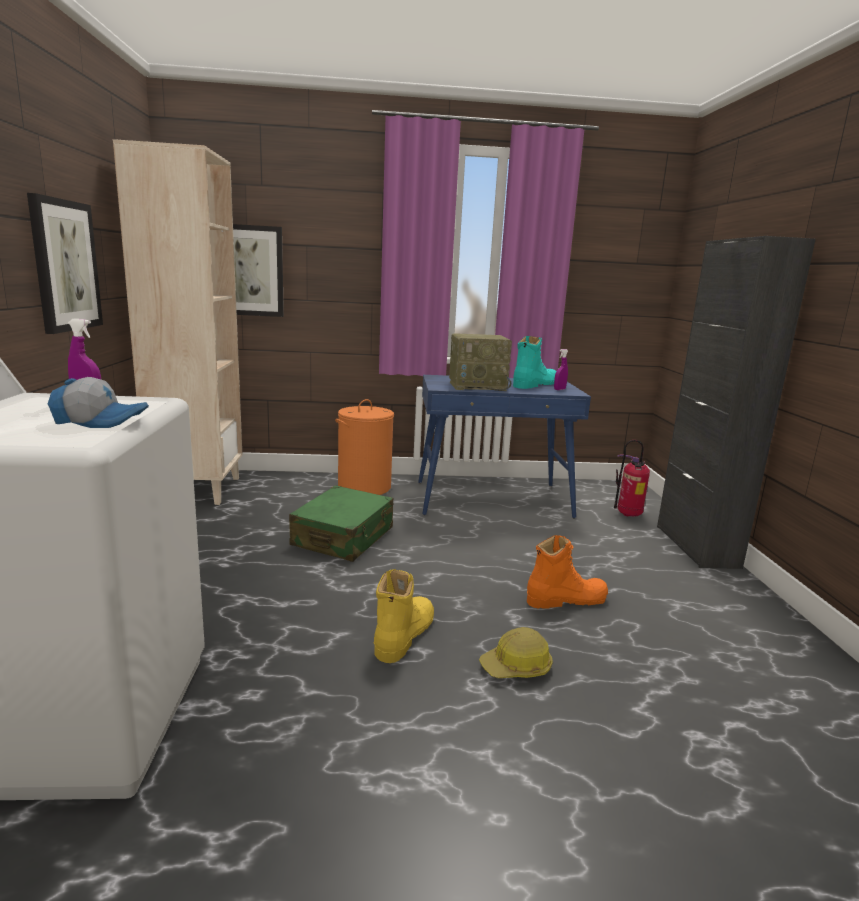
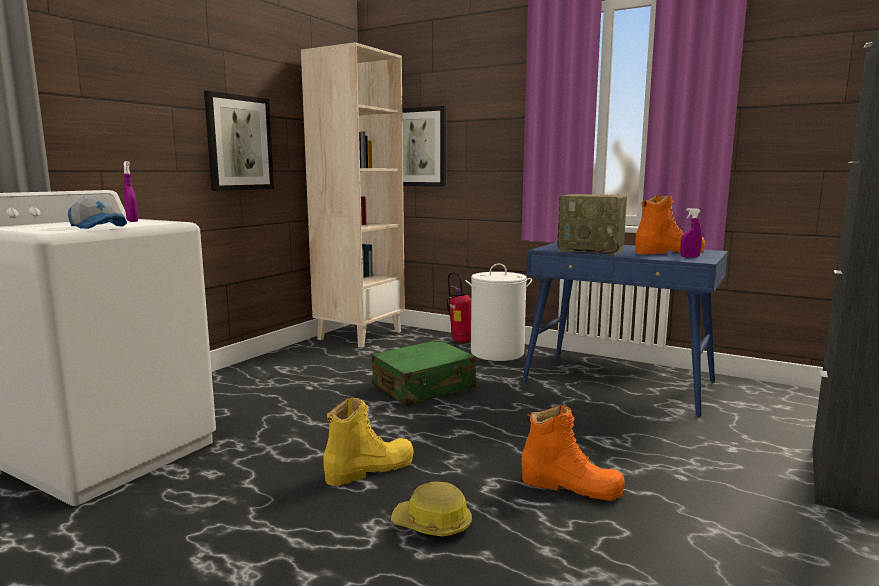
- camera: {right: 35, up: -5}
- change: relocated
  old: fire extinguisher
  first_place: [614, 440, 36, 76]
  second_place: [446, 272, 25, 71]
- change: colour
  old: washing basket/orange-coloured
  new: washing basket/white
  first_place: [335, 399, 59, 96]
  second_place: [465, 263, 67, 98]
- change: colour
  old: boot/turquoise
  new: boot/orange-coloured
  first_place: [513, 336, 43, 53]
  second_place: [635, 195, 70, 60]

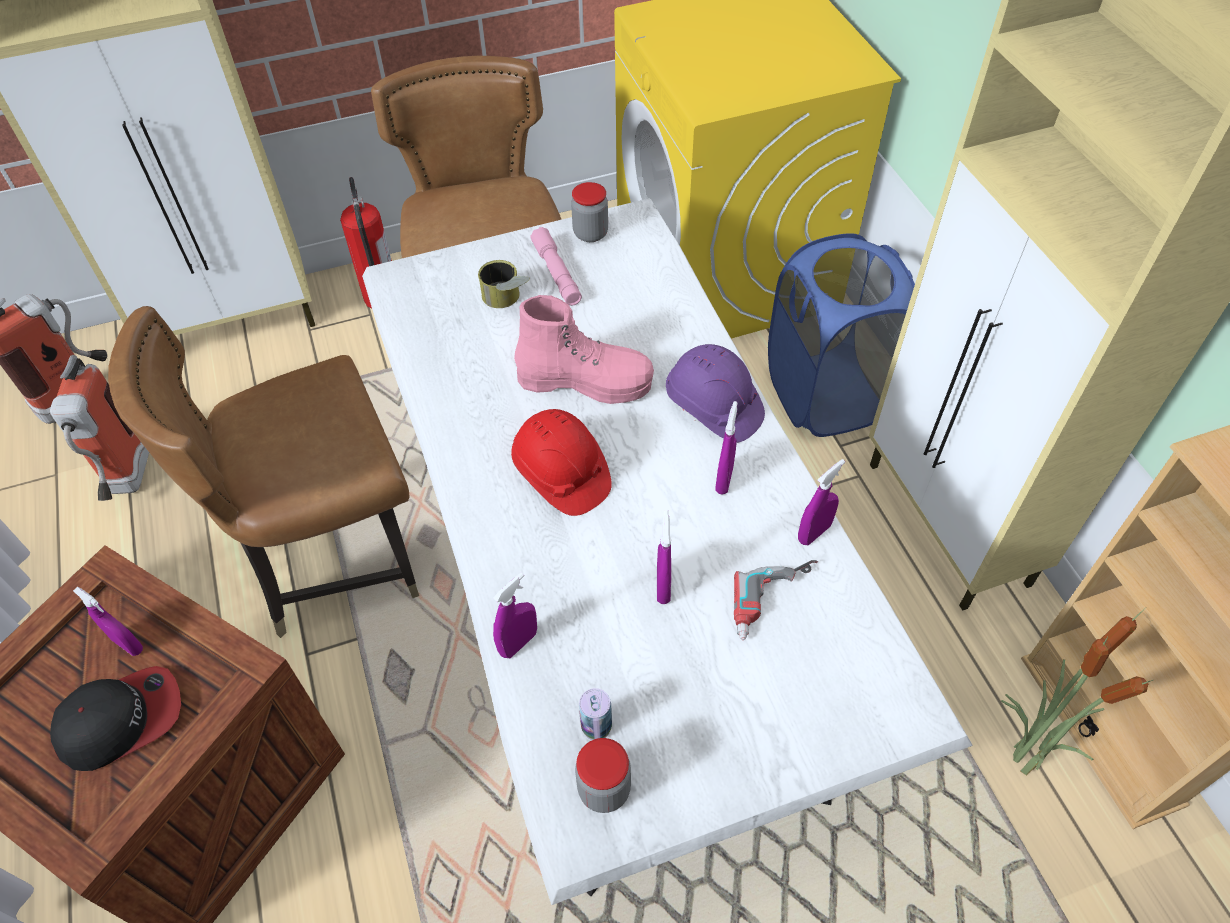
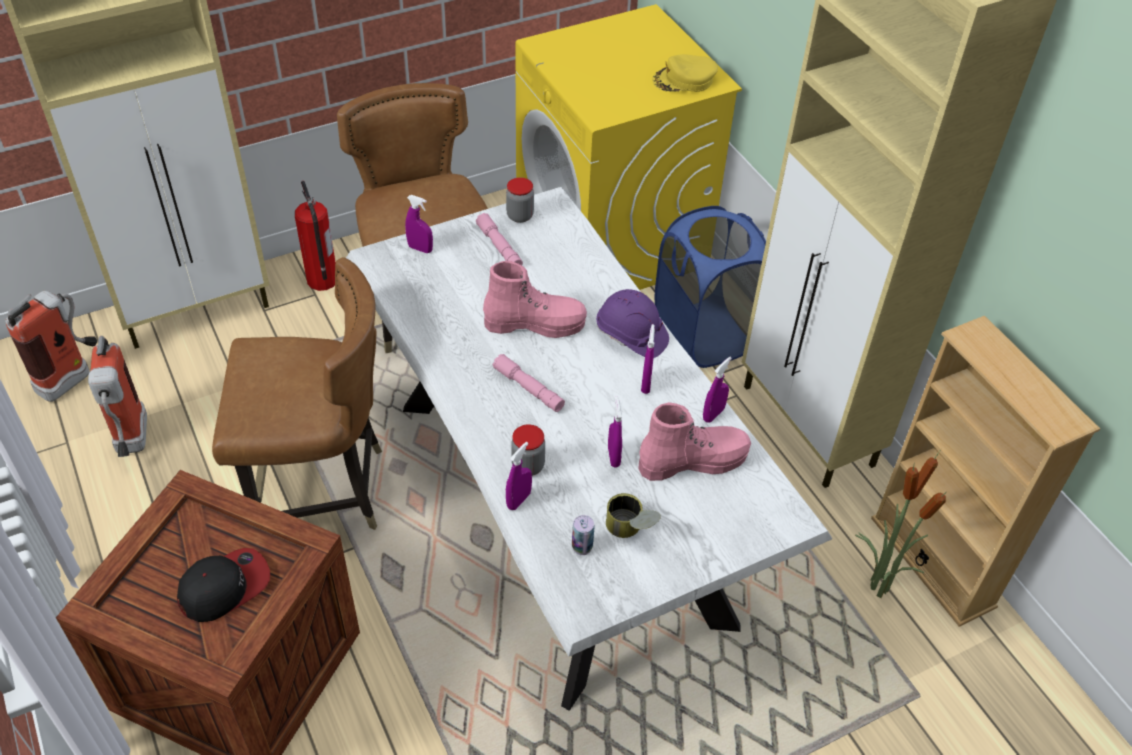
- camera: {right: -10, up: -5}
- change: spun
  old: plain chair/brown-coloured
  first_place: [108, 306, 311, 332]
  second_place: [212, 257, 170, 273]
  degrees: -150
- change: relocated
  old: sprayer/purple-coloured
  first_place: [73, 587, 70, 69]
  second_place: [405, 195, 28, 58]
- change: exchanged
  old: hard hat/reddish
  new: flashlight/pink-coloured
  first_place: [511, 409, 101, 107]
  second_place: [493, 354, 72, 58]
- change: relocated
  old: jar
  first_place: [575, 738, 56, 75]
  second_place: [511, 424, 34, 52]
- change: relocated
  old: sealed can
  first_place: [478, 260, 52, 48]
  second_place: [606, 493, 55, 45]
- change: exchanged
  old: drill
  new: boot/pink-coloured
  first_place: [734, 560, 84, 80]
  second_place: [639, 402, 112, 79]
- change: appeared
  new: baseball cap/yellowish
  second_place: [652, 54, 66, 38]

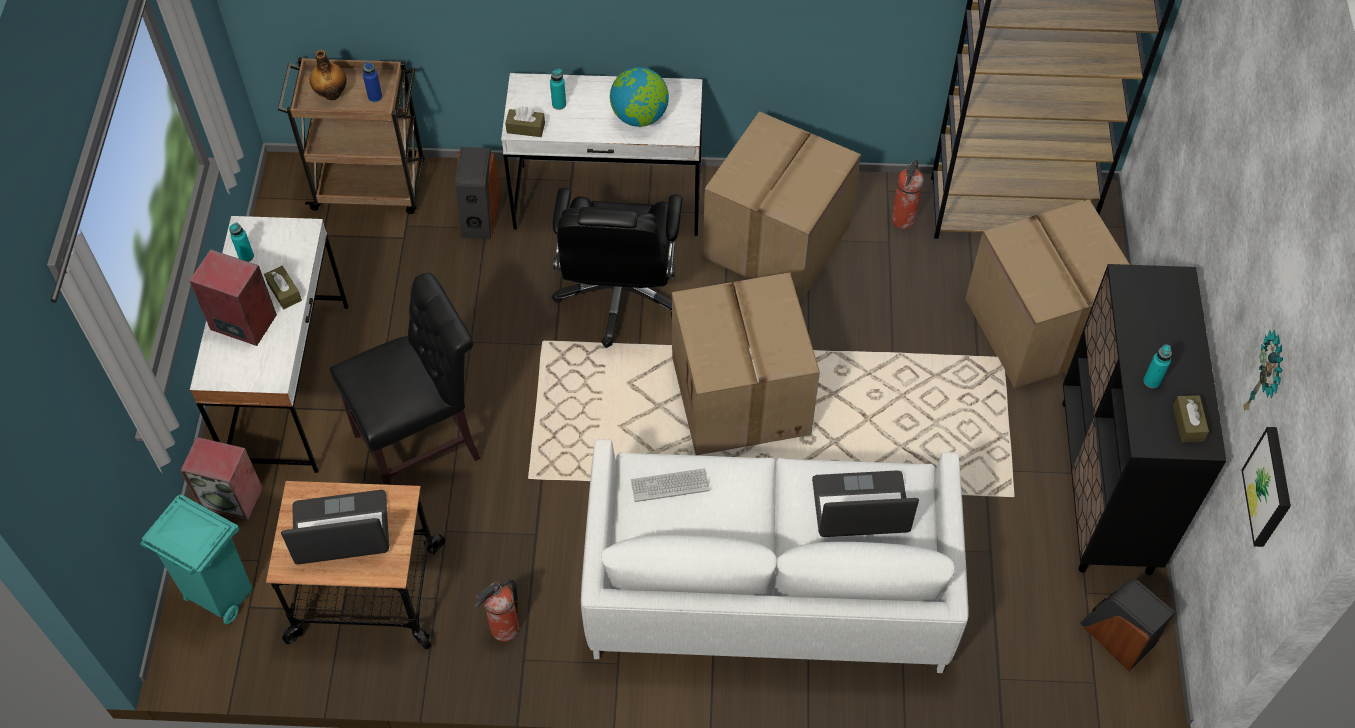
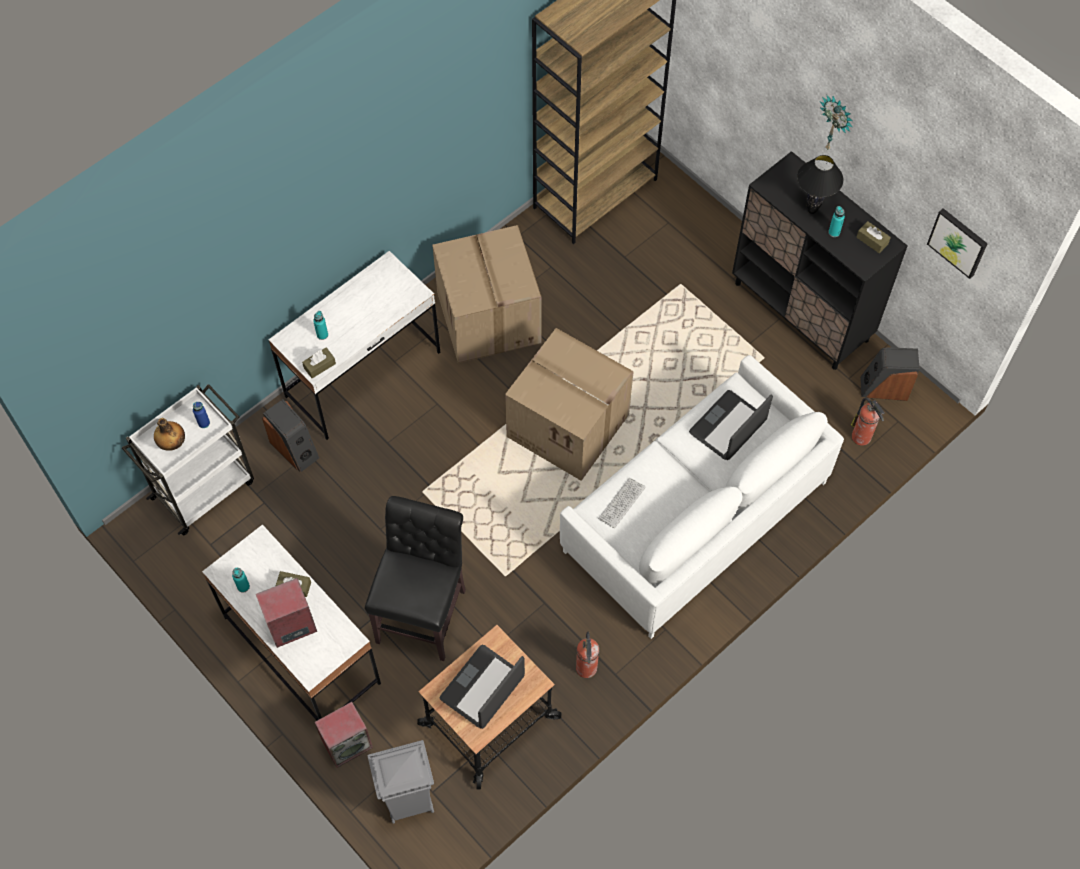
- camera: {right: -45, up: 5}
- change: colour
  old: wheeled cart/brown-coloured
  new: wheeled cart/white
  first_place: [278, 57, 147, 157]
  second_place: [122, 384, 132, 151]
- change: colour
  old: trash can/turquoise
  new: trash can/gray
  first_place: [141, 494, 112, 130]
  second_place: [367, 740, 67, 83]
- change: appeared
  new: tabletop lamp/black-coloured
  second_place: [797, 155, 46, 59]
- change: relocated
  old: hanging clock
  first_place: [1243, 330, 40, 81]
  second_place: [820, 95, 33, 55]
- change: relocated
  old: fire extinguisher
  first_place: [891, 160, 33, 69]
  second_place: [851, 397, 34, 49]
- change: missing
  old: office chair/black-coloured
  first_place: [552, 187, 131, 161]
- change: missing
  old: world globe
  first_place: [610, 67, 59, 60]
- change: missing
  old: carton
  first_place: [965, 200, 165, 188]

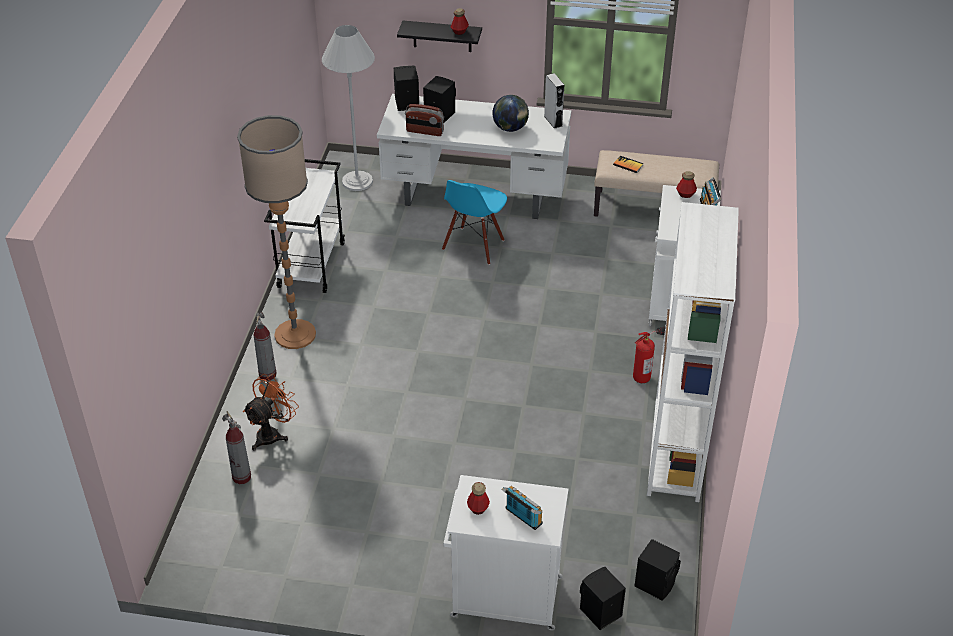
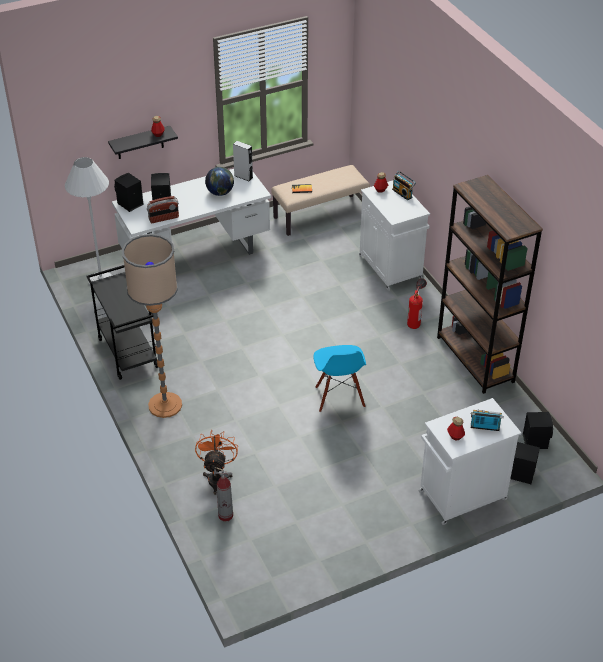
- camera: {right: -35, up: 0}
- change: colour
  old: wheeled cart/white
  new: wheeled cart/black-coloured
  first_place: [264, 159, 81, 134]
  second_place: [86, 265, 72, 115]
- change: relocated
  old: plain chair/bluish
  first_place: [442, 180, 65, 85]
  second_place: [314, 345, 52, 67]
- change: colour
  old: bookshelf/white
  new: bookshelf/brown-coloured
  first_place: [647, 202, 92, 300]
  second_place: [437, 175, 106, 219]
- change: missing
  old: fire extinguisher
  first_place: [254, 312, 22, 69]

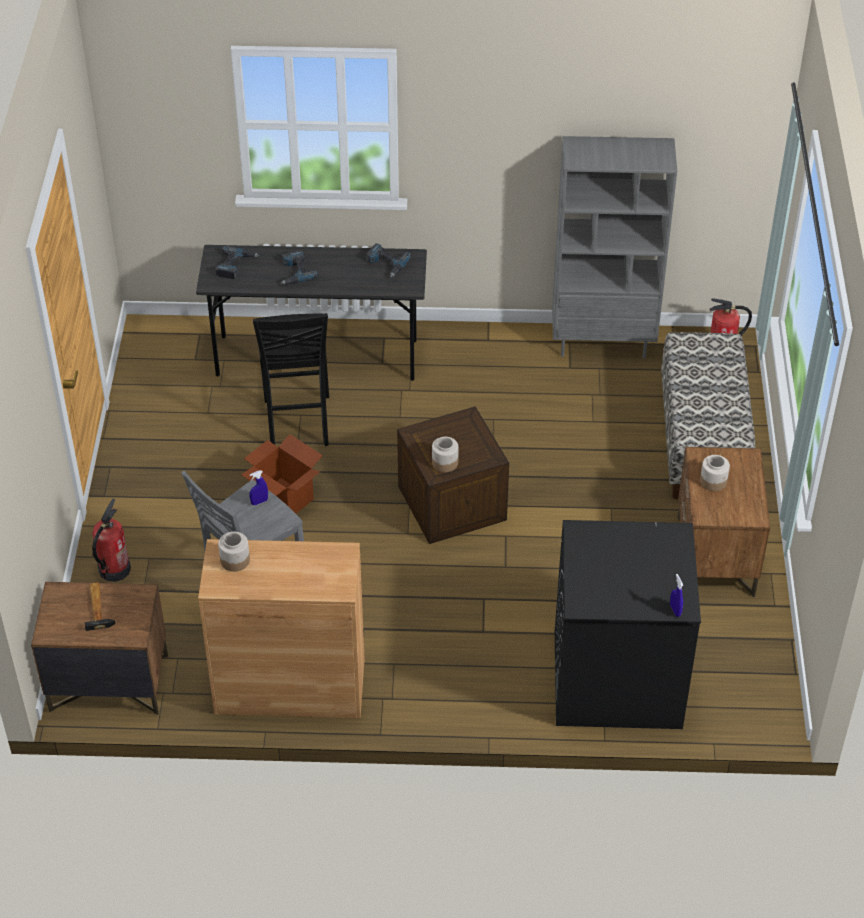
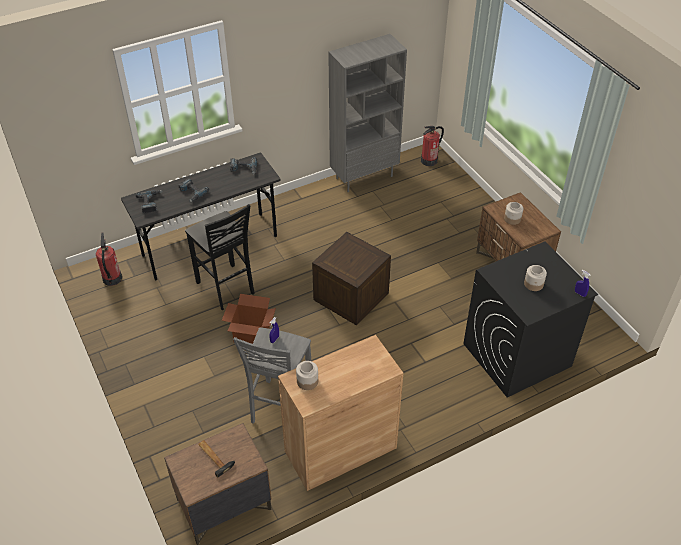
- camera: {right: -30, up: 0}
- change: relocated
  old: fire extinguisher
  first_place: [92, 499, 39, 83]
  second_place: [96, 232, 26, 54]
- change: relocated
  old: jar
  first_place: [432, 437, 27, 35]
  second_place: [524, 265, 23, 26]
- change: missing
  old: bench
  first_place: [661, 332, 94, 167]

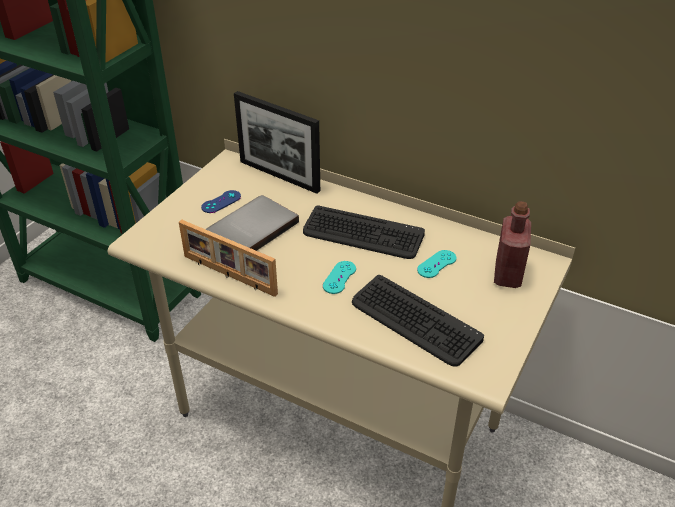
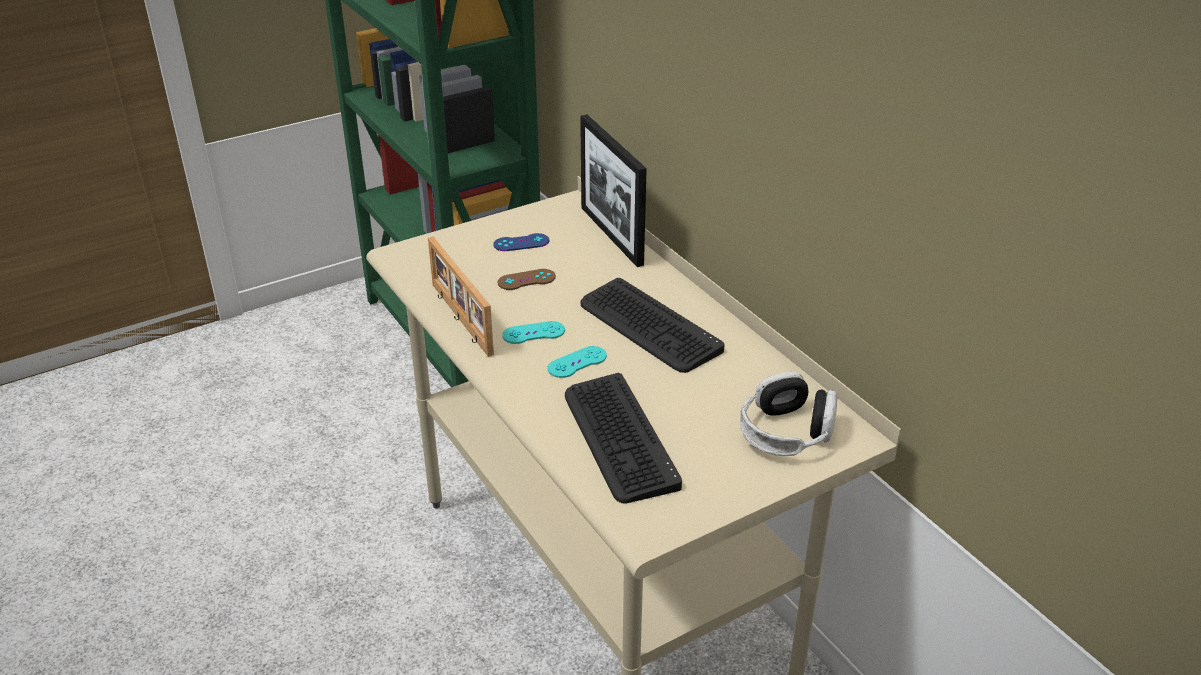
- camera: {right: 30, up: -5}
- change: exchanged
  old: volume/gray
  new: joypad/brown-coloured
  first_place: [206, 195, 93, 56]
  second_place: [497, 269, 59, 21]
- change: relocated
  old: joypad/turquoise
  first_place: [417, 250, 39, 28]
  second_place: [502, 321, 63, 23]
- change: exchanged
  old: bottle/reddish
  new: pair of headphones
  first_place: [494, 201, 37, 87]
  second_place: [740, 372, 97, 84]

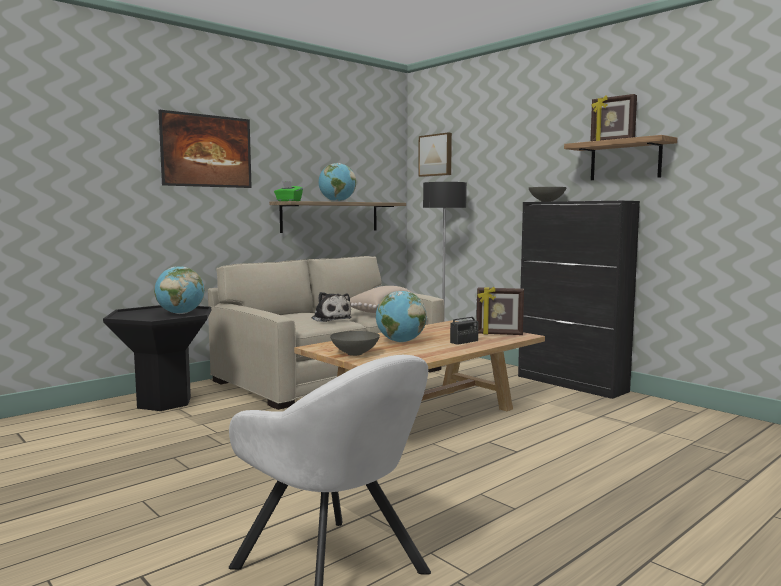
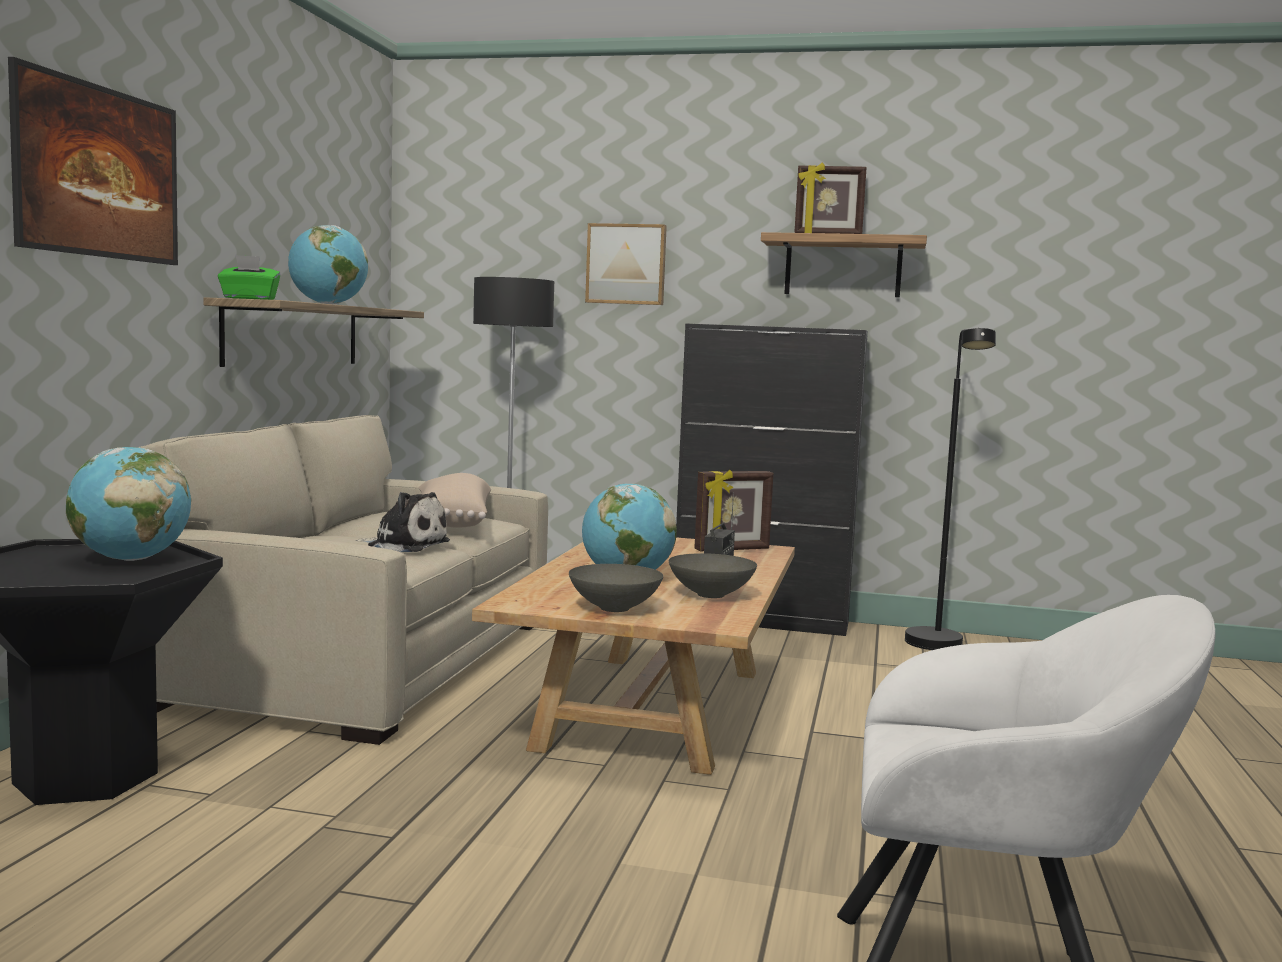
- camera: {right: -35, up: 0}
- change: relocated
  old: picture
  first_place: [418, 132, 34, 45]
  second_place: [585, 223, 82, 82]
- change: relocated
  old: bowl/gray
  first_place: [529, 187, 38, 15]
  second_place: [669, 553, 88, 45]
- change: appeared
  new: floor lamp/black-coloured
  second_place: [905, 328, 91, 322]

